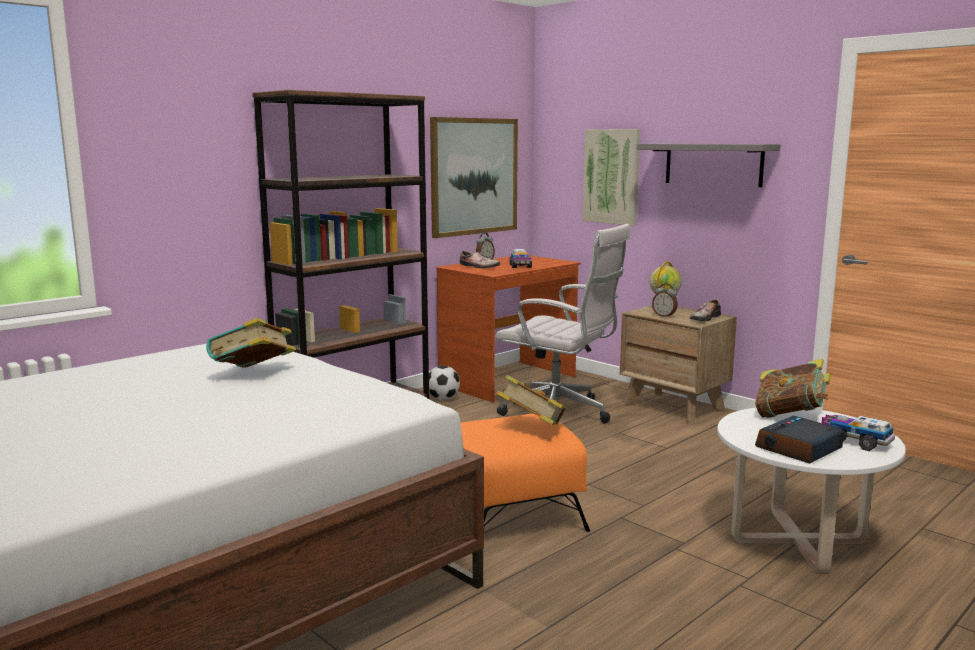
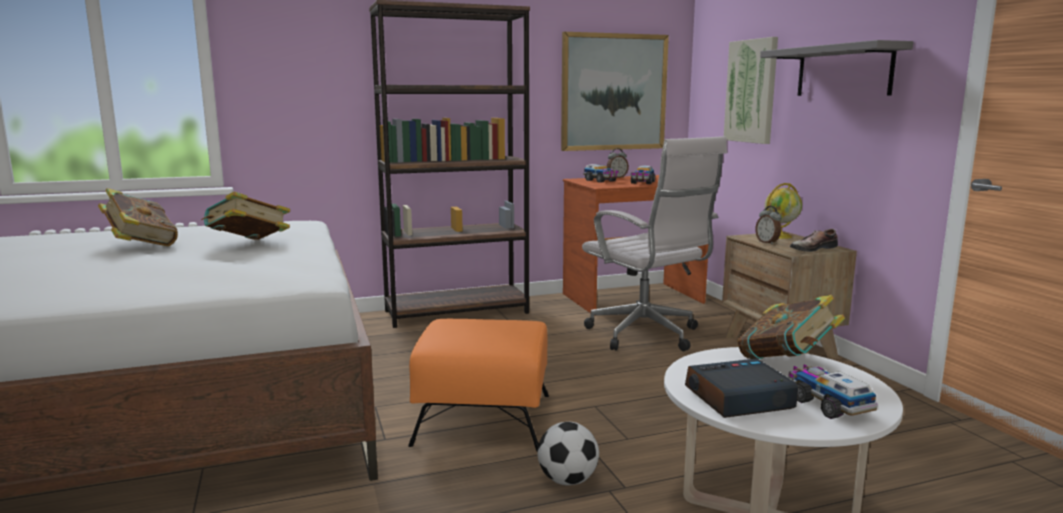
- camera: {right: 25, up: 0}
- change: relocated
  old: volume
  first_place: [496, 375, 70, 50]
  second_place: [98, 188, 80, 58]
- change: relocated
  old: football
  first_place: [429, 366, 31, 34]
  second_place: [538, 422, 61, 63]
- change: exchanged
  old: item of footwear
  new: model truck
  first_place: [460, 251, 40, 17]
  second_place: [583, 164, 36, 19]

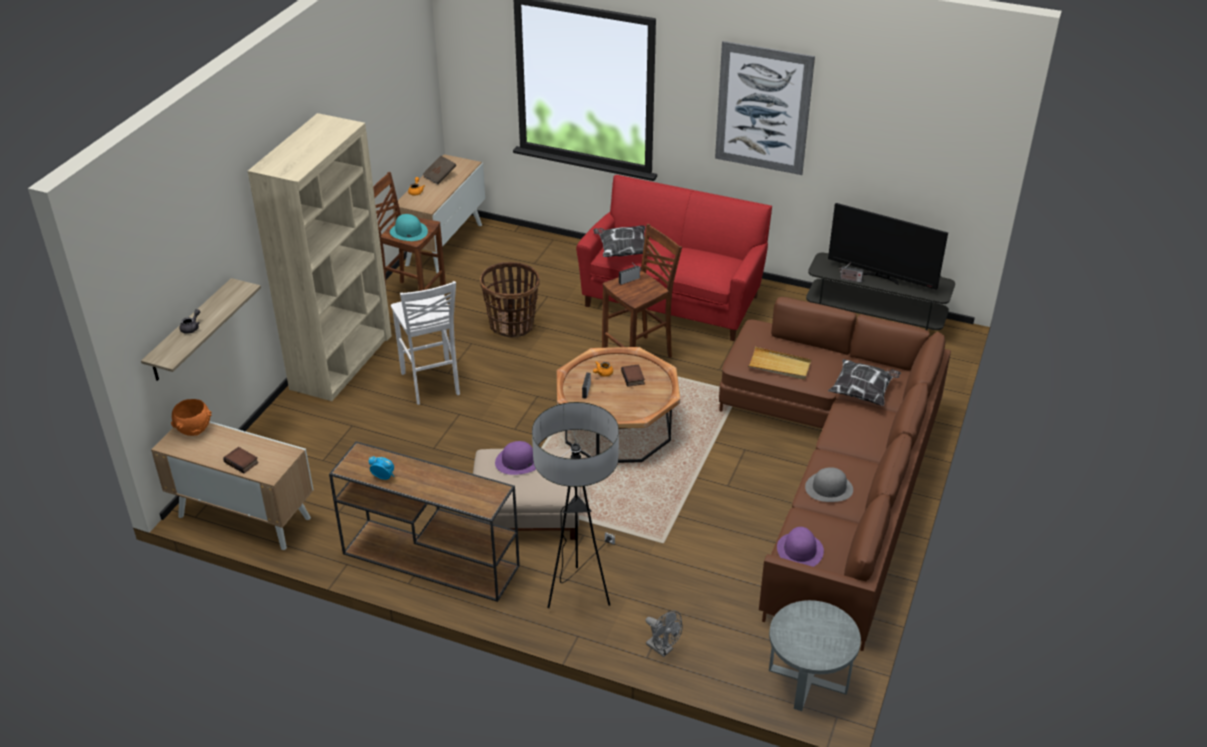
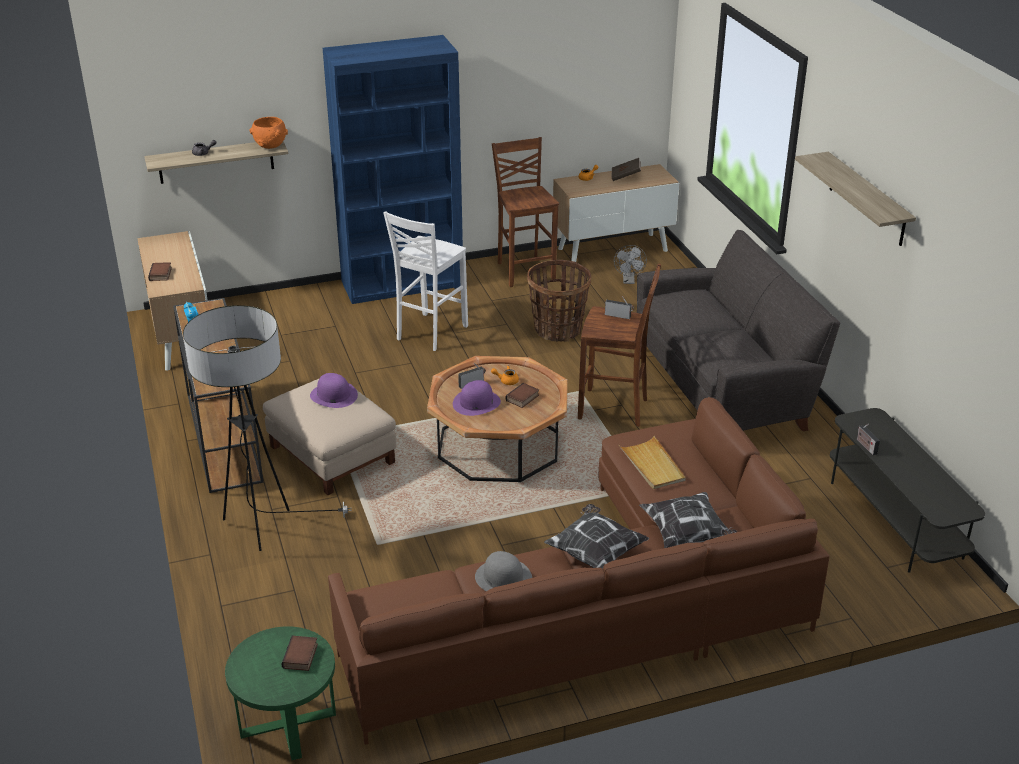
- camera: {right: 50, up: -5}
- change: colour
  old: end table/gray
  new: end table/green
  first_place: [769, 600, 92, 111]
  second_place: [225, 626, 111, 134]
- change: relocated
  old: bowl/orange-coloured
  first_place: [171, 399, 41, 37]
  second_place: [249, 117, 39, 32]
- change: appeared
  new: volume
  second_place: [282, 636, 36, 35]
- change: colour
  old: bookshelf/beige-coloured
  new: bookshelf/bluish
  first_place: [248, 113, 144, 288]
  second_place: [323, 35, 140, 269]
- change: relocated
  old: hat/purple-coloured
  first_place: [777, 527, 47, 40]
  second_place: [453, 380, 48, 36]
- change: relocated
  old: cushion
  first_place: [593, 226, 60, 31]
  second_place: [544, 504, 106, 65]
- change: relocated
  old: fan/gray
  first_place: [646, 610, 37, 47]
  second_place: [614, 245, 33, 39]
- change: colour
  old: couch/reddish
  new: couch/gray
  first_place: [576, 175, 196, 166]
  second_place: [637, 230, 203, 201]
- change: exchanged
  old: picture
  new: wall shelf
  first_place: [715, 41, 100, 134]
  second_place: [795, 152, 121, 94]
- change: missing
  old: hat/turquoise
  first_place: [390, 214, 38, 27]
- change: missing
  old: television
  first_place: [828, 203, 120, 87]

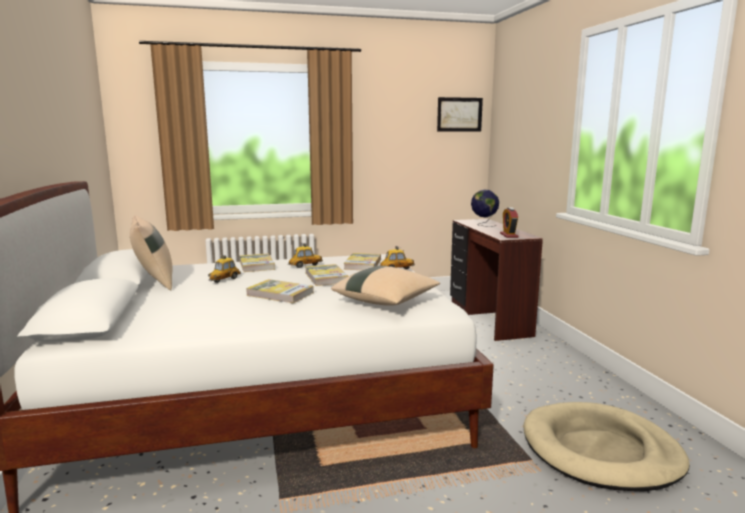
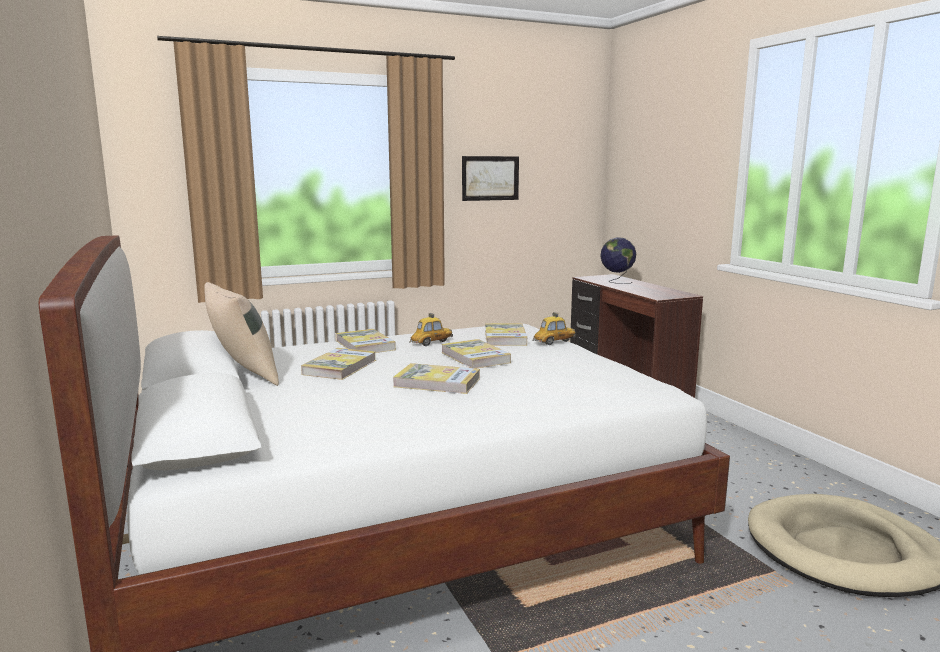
- camera: {right: -10, up: 0}
- change: exchanged
  old: miniature car
  new: volume
  first_place: [208, 255, 33, 28]
  second_place: [301, 348, 75, 32]
- change: relocated
  old: picture
  first_place: [437, 97, 46, 34]
  second_place: [462, 156, 57, 45]
- change: missing
  old: cushion/beige-coloured
  first_place: [331, 266, 109, 40]
- change: missing
  old: bedside clock
  first_place: [500, 208, 19, 30]

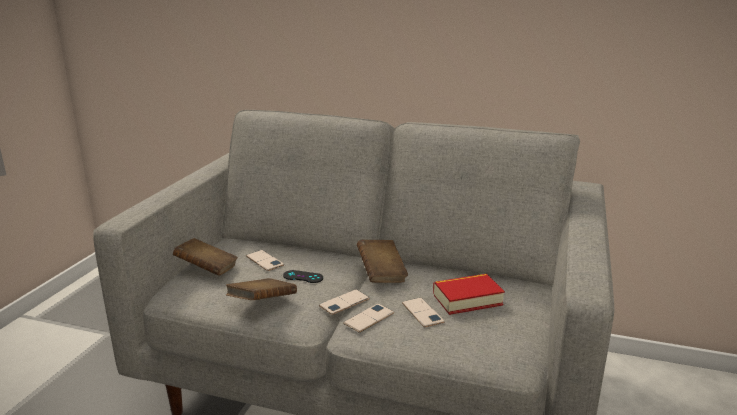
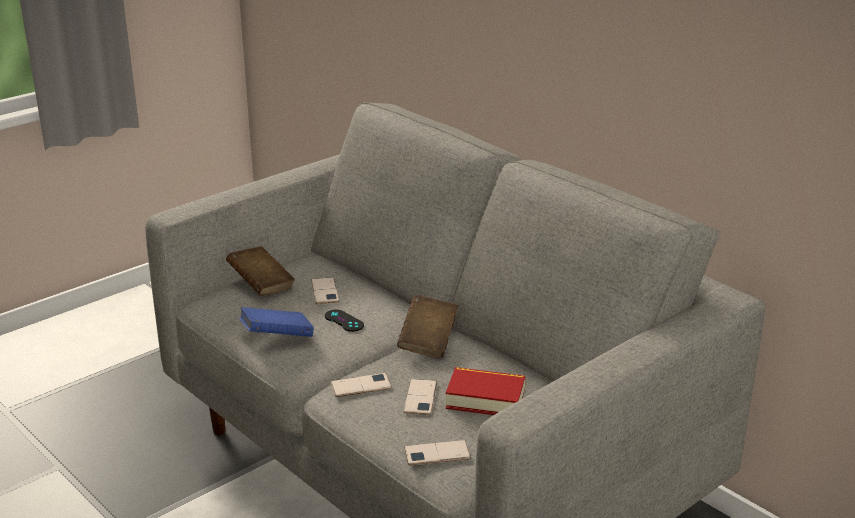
- camera: {right: 30, up: 5}
- change: colour
  old: volume/brown-coloured
  new: volume/bluish
  first_place: [226, 278, 71, 22]
  second_place: [239, 307, 75, 30]
- change: relocated
  old: handset
  first_place: [319, 289, 51, 26]
  second_place: [404, 440, 67, 25]

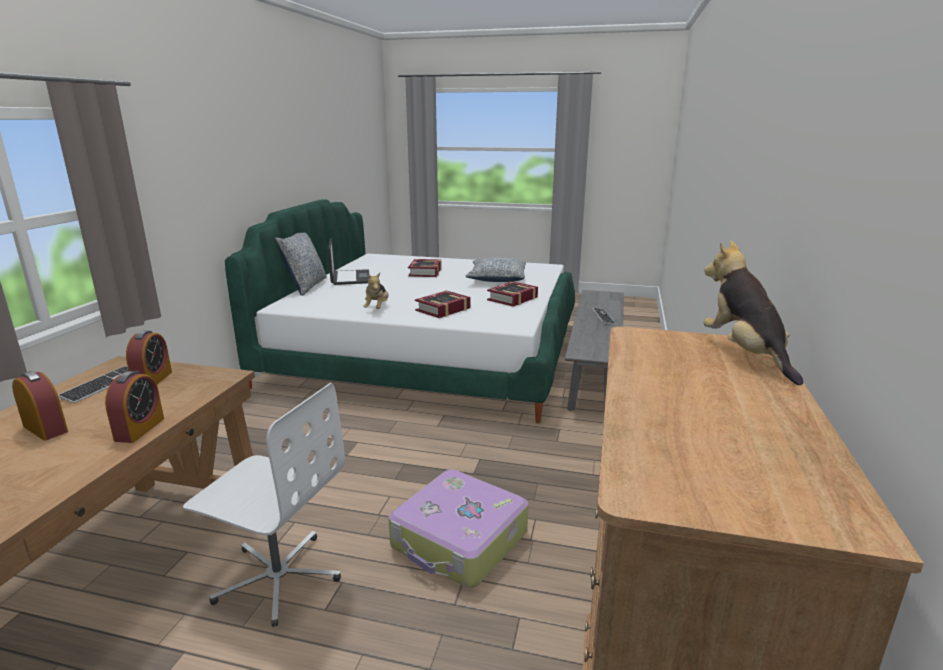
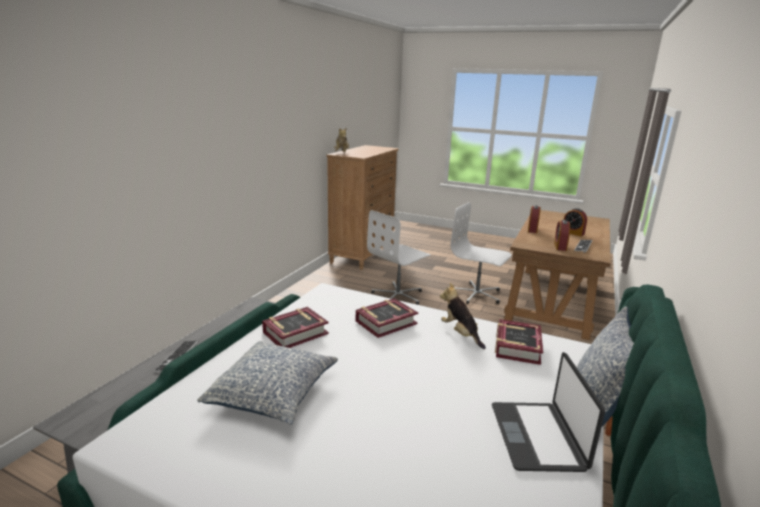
- camera: {right: -170, up: 0}
- change: exchanged
  old: travel case
  new: office chair/white
  first_place: [388, 470, 140, 118]
  second_place: [367, 210, 64, 95]
- change: spun
  old: cuddly toy
  first_place: [363, 273, 26, 36]
  second_place: [440, 283, 46, 66]
  degrees: -45
- change: relocated
  old: volume
  first_place: [408, 259, 34, 18]
  second_place: [495, 319, 48, 46]

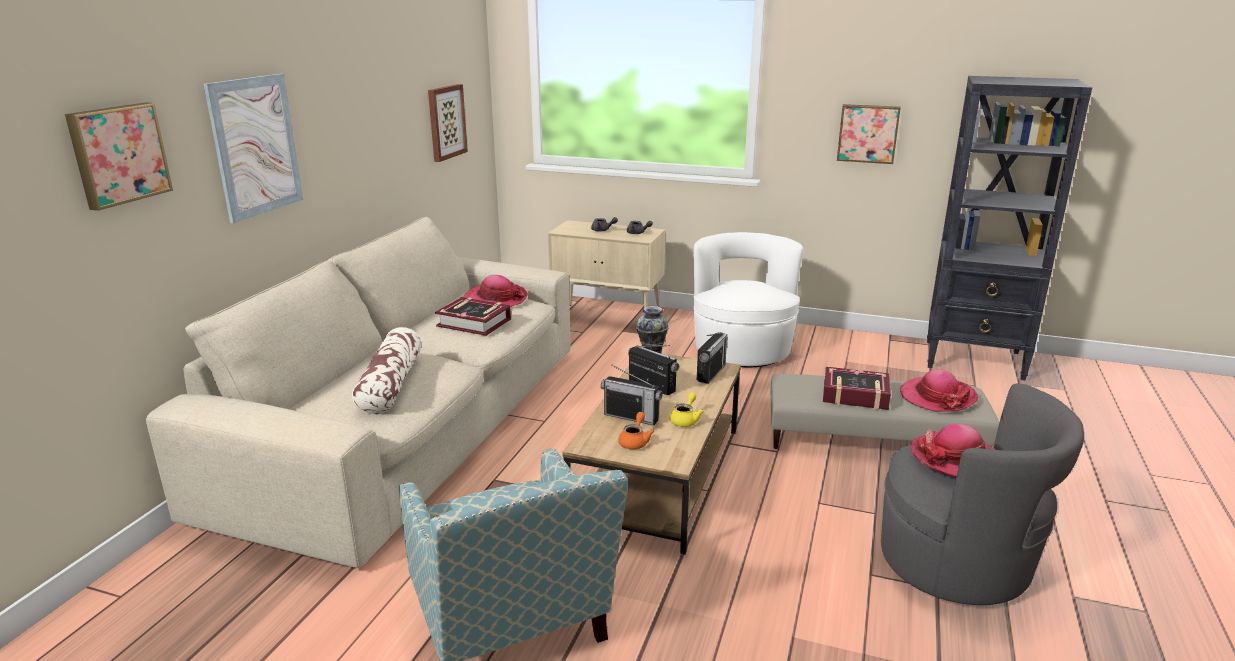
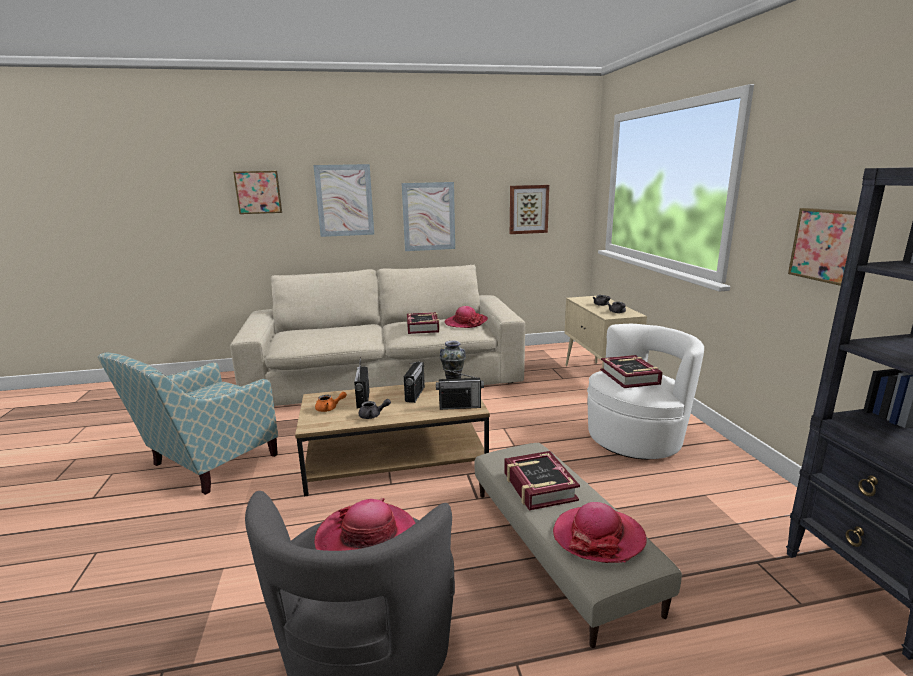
- camera: {right: 60, up: -5}
- change: colour
  old: tea pot/yellowish
  new: tea pot/gray
  first_place: [670, 392, 34, 35]
  second_place: [359, 399, 32, 20]
- change: appeared
  new: picture
  second_place: [402, 182, 53, 69]
- change: appeared
  new: volume
  second_place: [600, 355, 63, 33]
- change: missing
  old: cushion
  first_place: [352, 327, 69, 87]

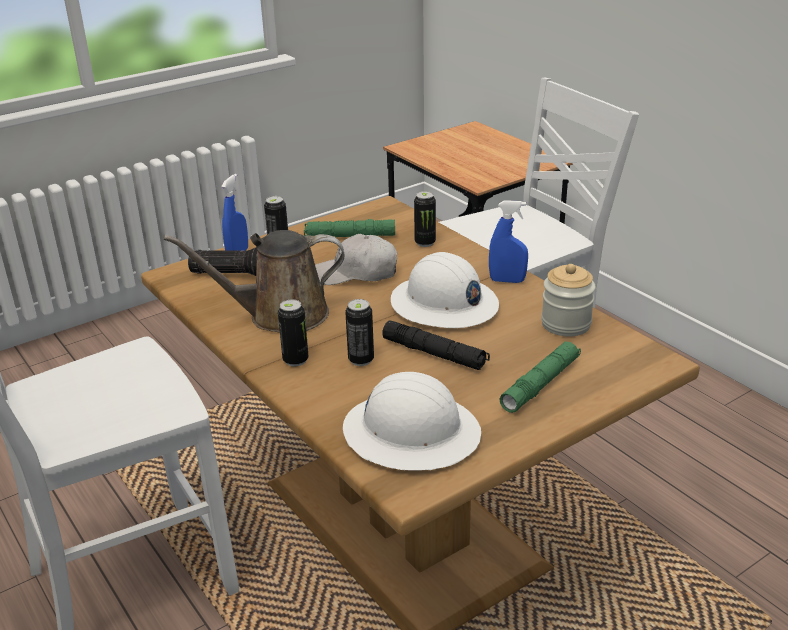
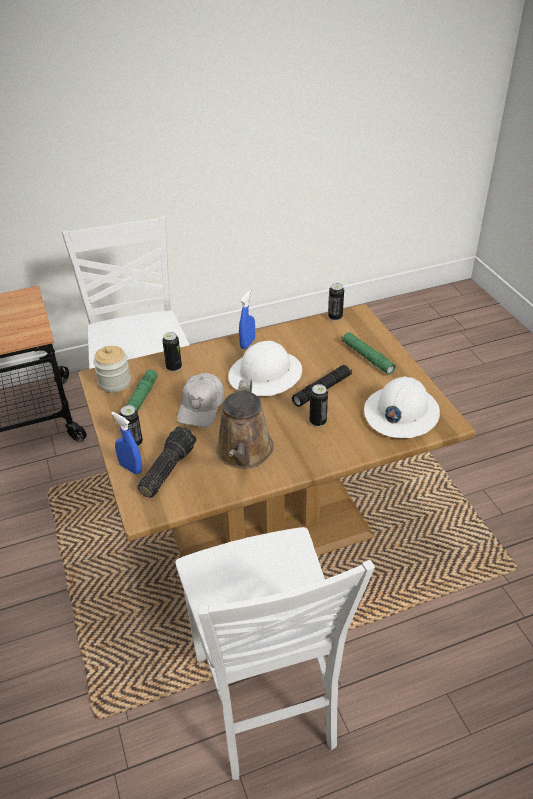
- camera: {right: -75, up: 10}
- change: relocated
  old: jar
  first_place: [541, 264, 55, 72]
  second_place: [93, 346, 38, 47]
- change: relocated
  old: sealed can
  first_place: [278, 299, 30, 67]
  second_place: [328, 283, 16, 38]

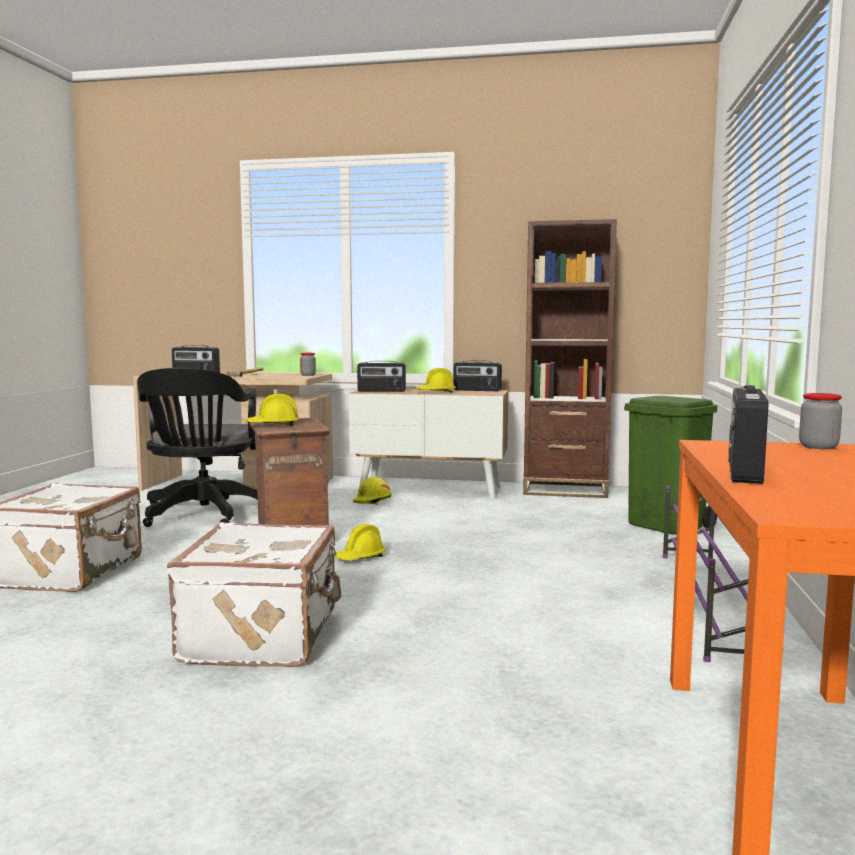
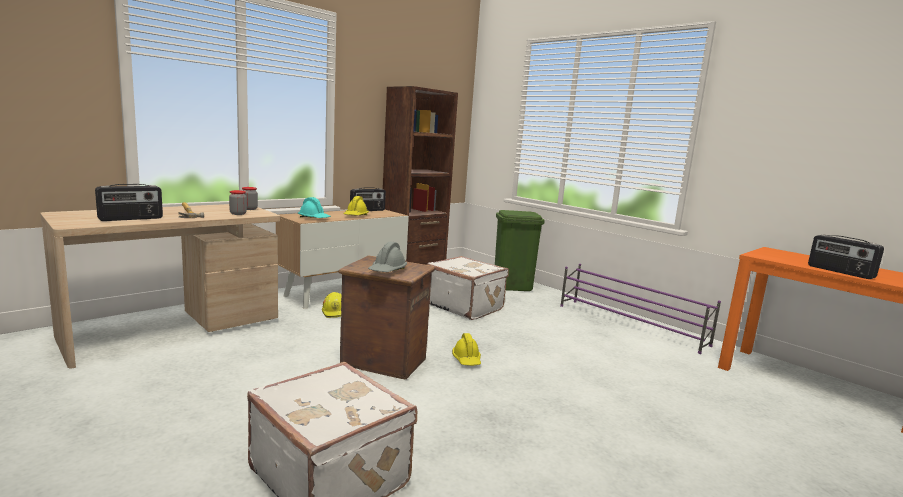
- camera: {right: -55, up: 5}
- change: relocated
  old: jar
  first_place: [799, 393, 43, 56]
  second_place: [229, 190, 18, 25]
- change: exchanged
  old: radio
  new: hard hat/turquoise
  first_place: [357, 361, 49, 31]
  second_place: [298, 197, 33, 21]
- change: colour
  old: hard hat/yellowish
  new: hard hat/gray
  first_place: [245, 394, 53, 32]
  second_place: [368, 242, 39, 30]
- change: relocated
  old: travel case/white
  first_place: [167, 522, 174, 145]
  second_place: [427, 256, 82, 64]
- change: missing
  old: office chair/black-coloured
  first_place: [137, 368, 121, 159]

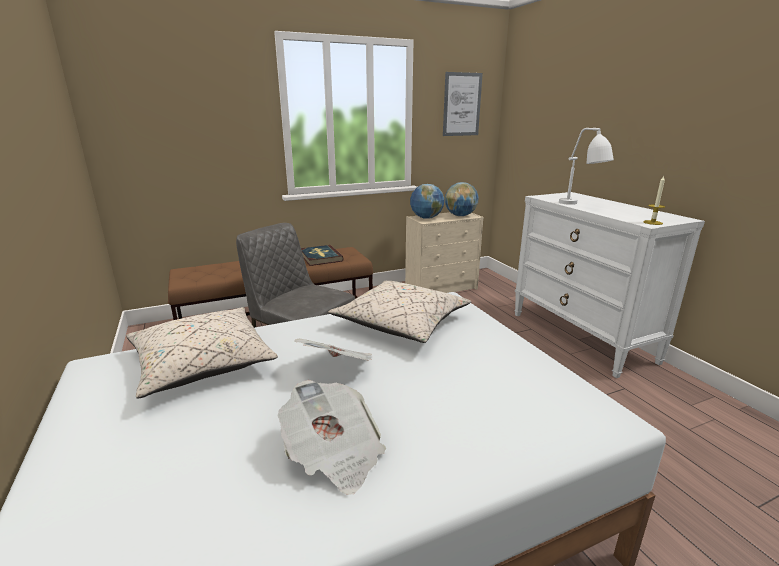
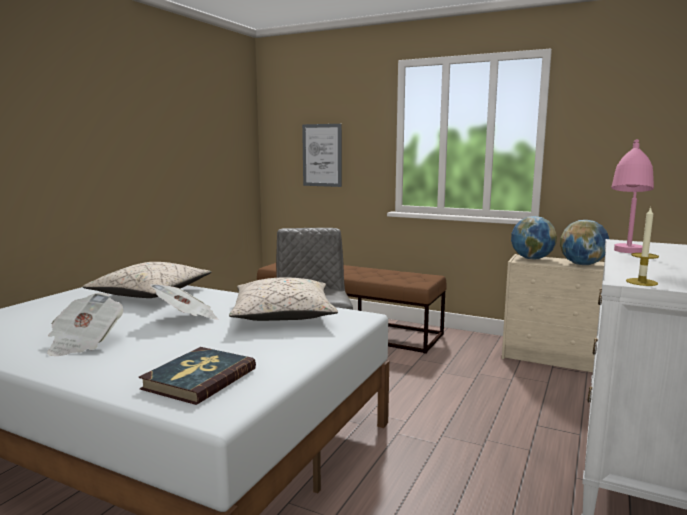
- camera: {right: 50, up: -10}
- change: relocated
  old: volume
  first_place: [301, 245, 43, 21]
  second_place: [139, 347, 117, 58]
- change: relocated
  old: picture
  first_place: [443, 72, 40, 64]
  second_place: [302, 124, 40, 63]
- change: colour
  old: tabletop lamp/white
  new: tabletop lamp/pink-coloured
  first_place: [559, 128, 55, 77]
  second_place: [611, 139, 43, 114]

